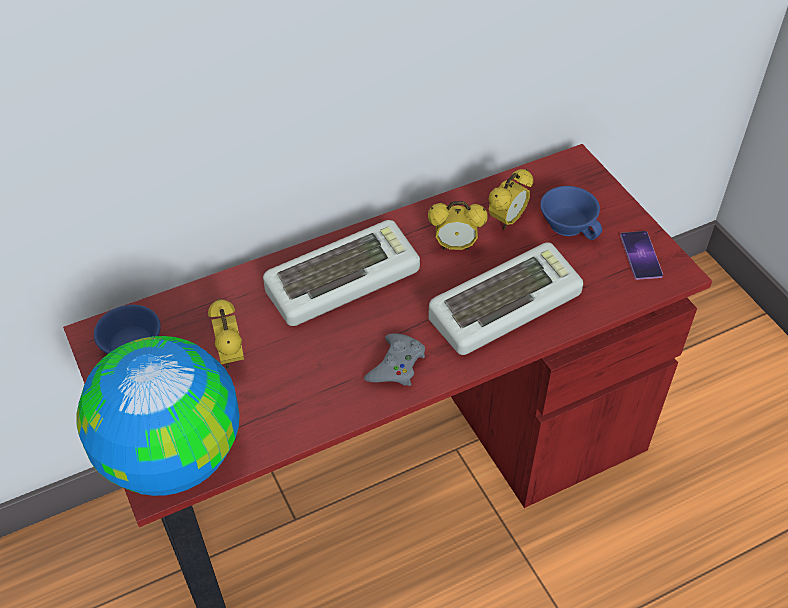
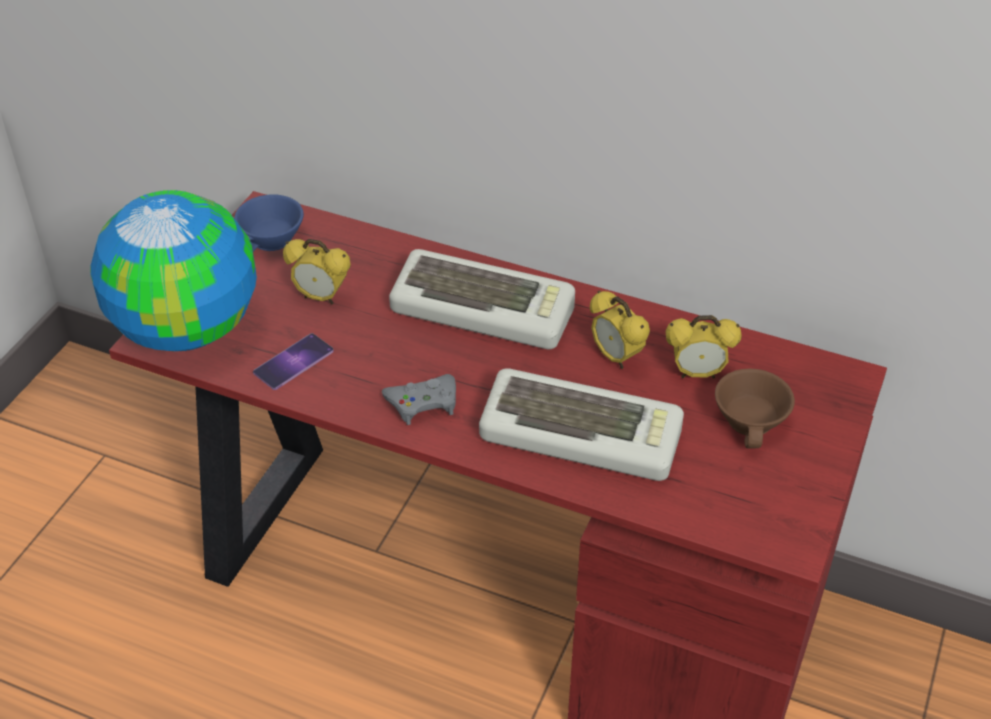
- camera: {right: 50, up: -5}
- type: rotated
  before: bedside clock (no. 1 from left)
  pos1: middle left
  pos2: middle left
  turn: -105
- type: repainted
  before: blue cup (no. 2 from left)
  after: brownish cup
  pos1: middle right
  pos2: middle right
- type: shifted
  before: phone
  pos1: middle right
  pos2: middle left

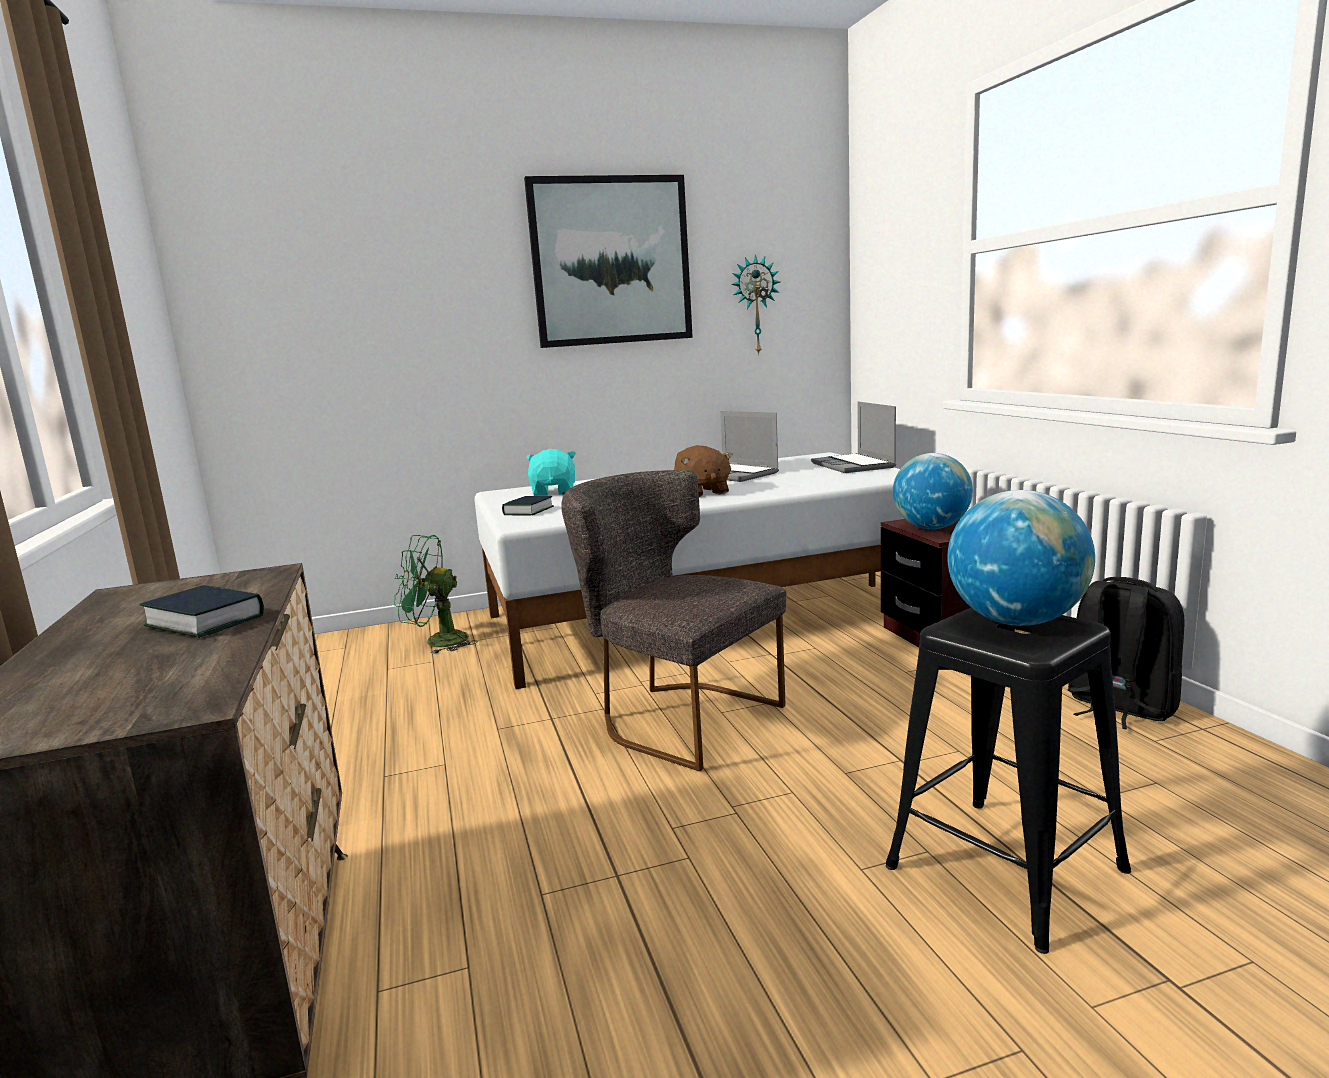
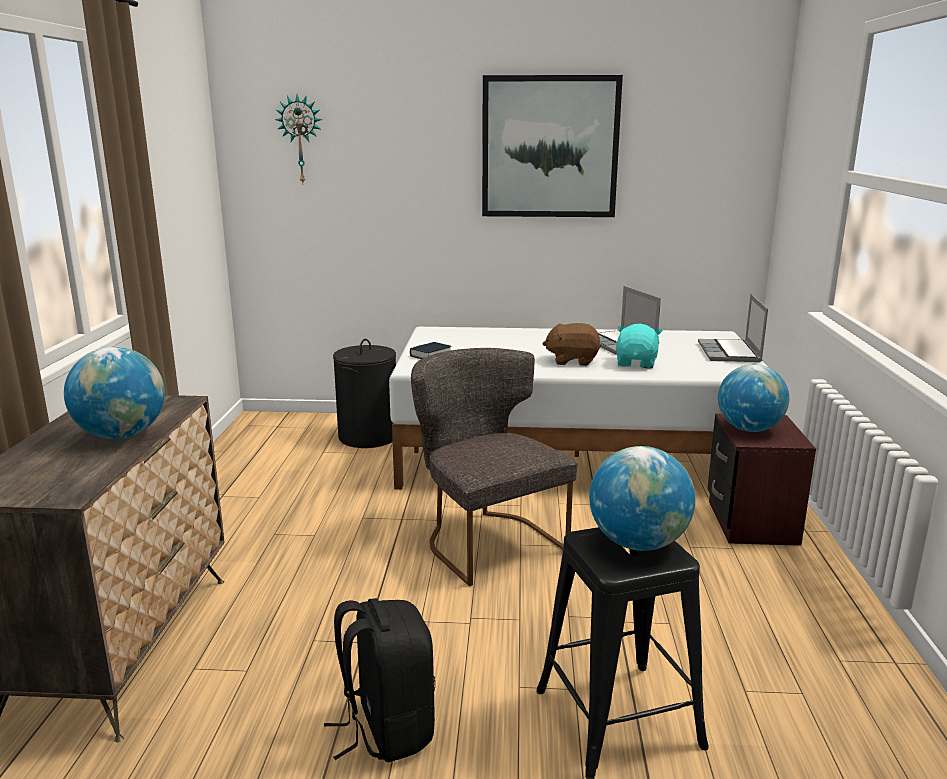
- camera: {right: 20, up: 5}
- type: swapped
  before: volume (no. 1 from left)
  after: globe (no. 1 from left)
  pos1: middle left
  pos2: middle left
- type: swapped
  before: green electric fan
  after: blackish hamper
  pos1: middle left
  pos2: centre
- type: shifted
  before: blue-green soft toy
  pos1: centre
  pos2: middle right
- type: rotated
  before: brownish soft toy
  pos1: centre
  pos2: centre
  turn: 90
- type: shifted
  before: clock on the wall
  pos1: top centre
  pos2: top left
- type: shifted
  before: blackish backpack
  pos1: middle right
  pos2: bottom centre

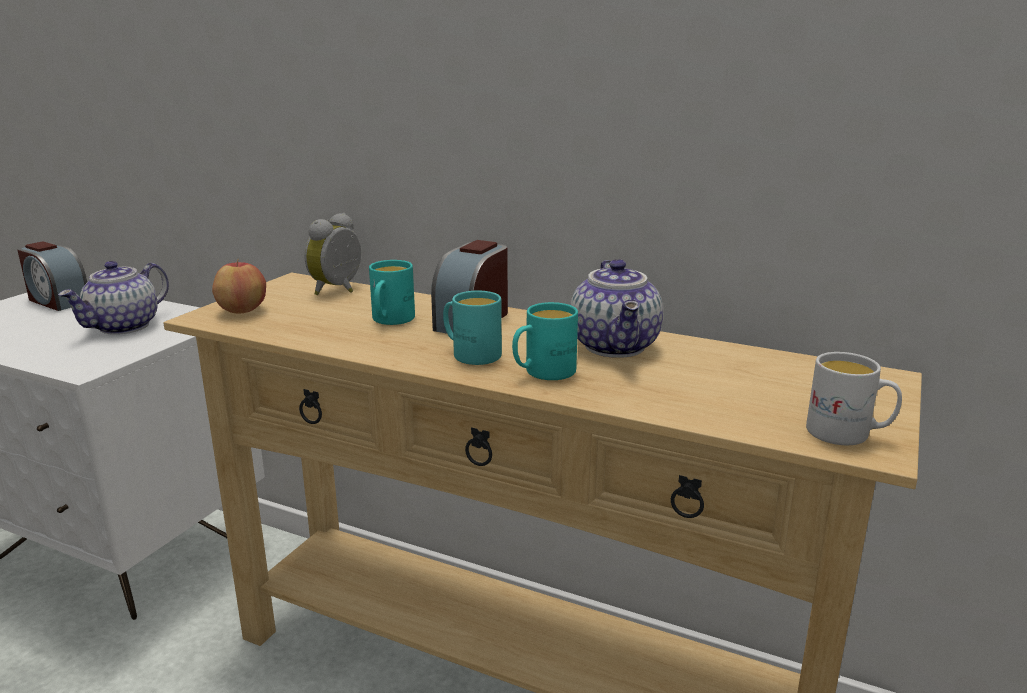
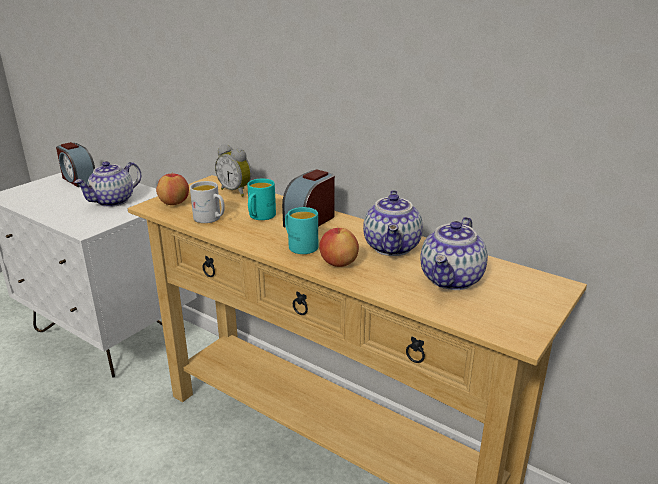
- camera: {right: 10, up: 5}
- type: rotated
  before: bedside clock (no. 2 from left)
  pos1: middle left
  pos2: centre
  turn: -90
- type: swapped
  before: blue-green mug (no. 3 from left)
  after: apple fruit (no. 2 from left)
  pos1: centre
  pos2: centre
- type: shifted
  before: whitish mug
  pos1: middle right
  pos2: middle left
- type: new
  after: pot for tea (no. 3 from left)
  pos2: middle right

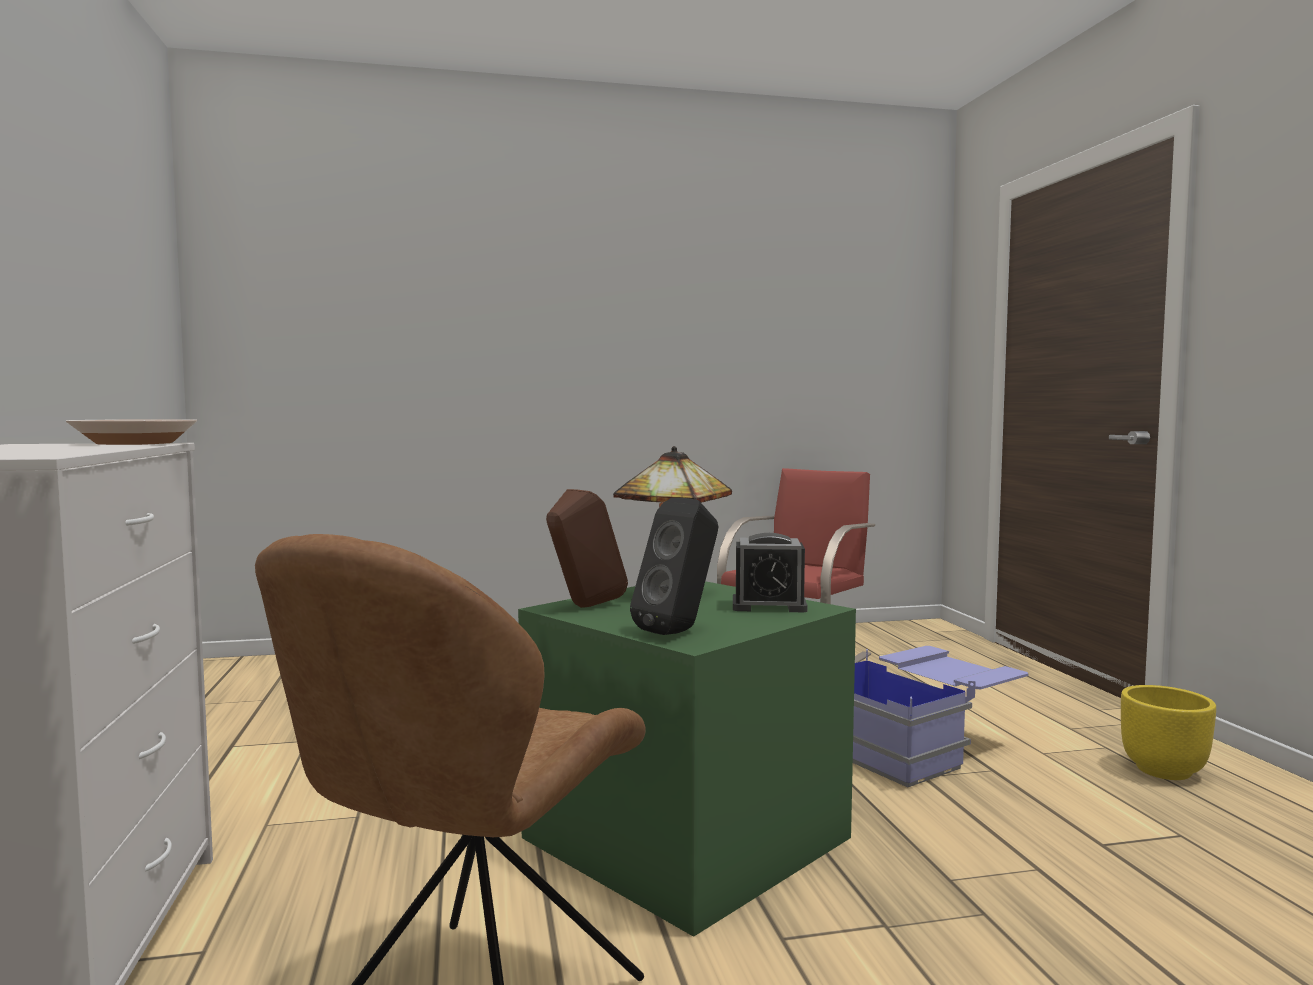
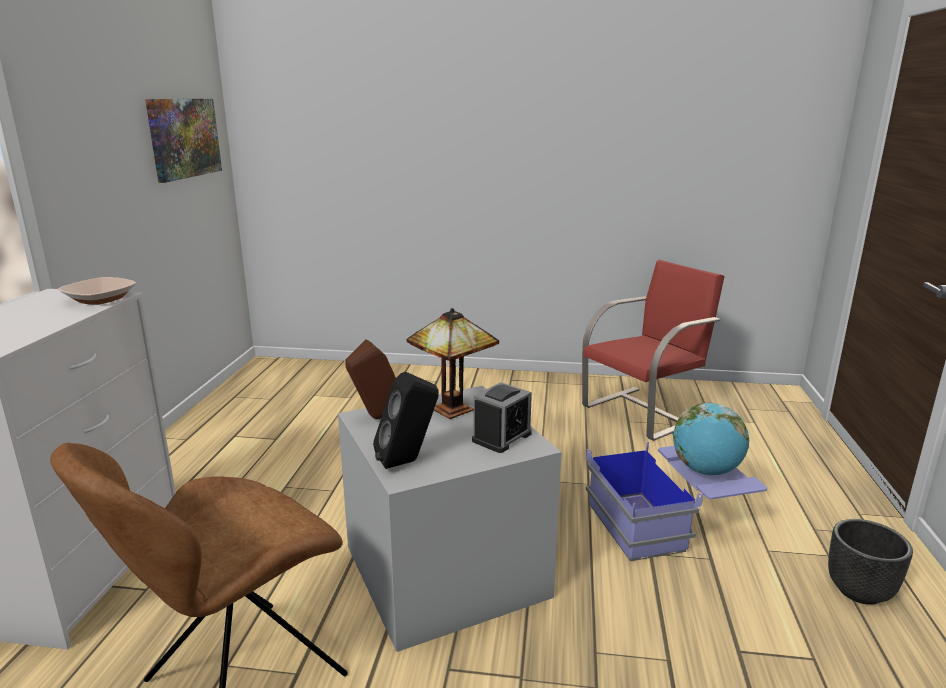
- camera: {right: 20, up: 15}
- type: repainted
  before: green storage container
  after: greyish storage container
  pos1: bottom centre
  pos2: bottom centre
- type: rotated
  before: bedside clock
  pos1: centre
  pos2: centre
  turn: -75
- type: repainted
  before: yellow-coloured planter
  after: blackish planter
  pos1: bottom right
  pos2: bottom right
- type: new
  after: wall picture
  pos2: top left
- type: new
  after: globe
  pos2: middle right

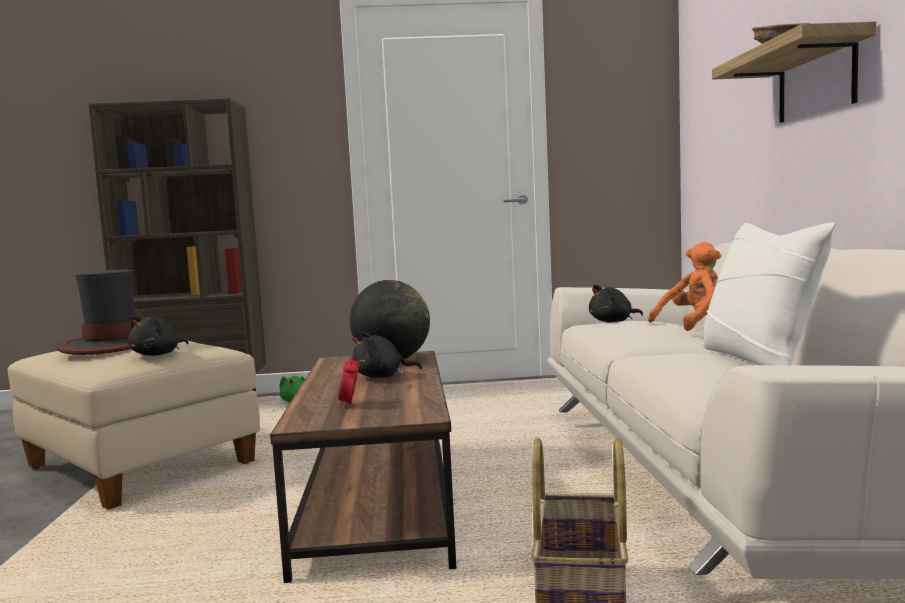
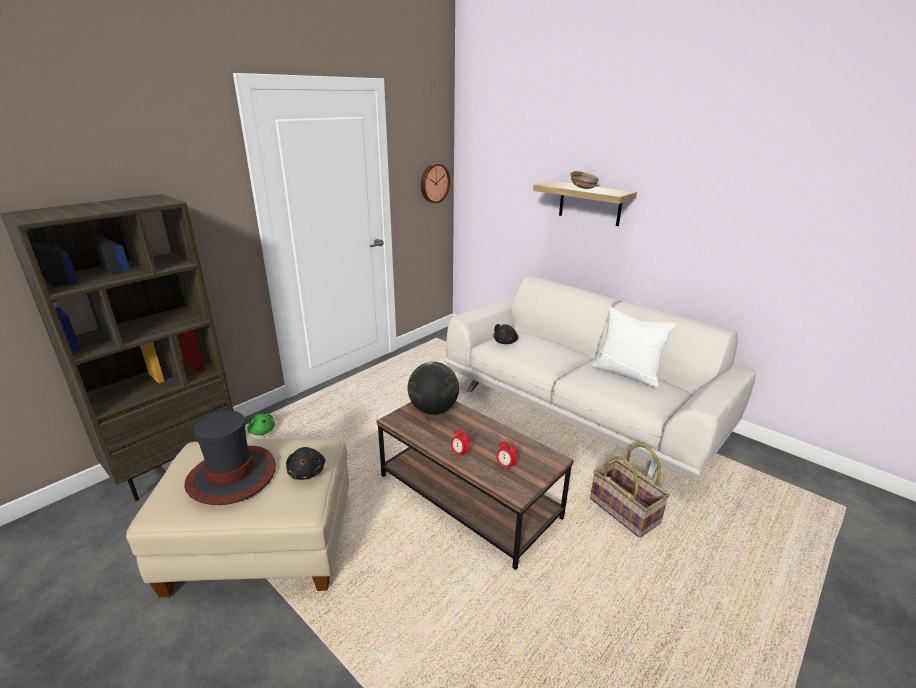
- camera: {right: -45, up: 20}
- type: gone
  before: blackish soft toy (no. 2 from left)
  pos1: centre
- type: gone
  before: orange-coloured soft toy
  pos1: middle right
- type: new
  after: clock on the wall
  pos2: top centre
- type: new
  after: bedside clock (no. 1 from left)
  pos2: centre

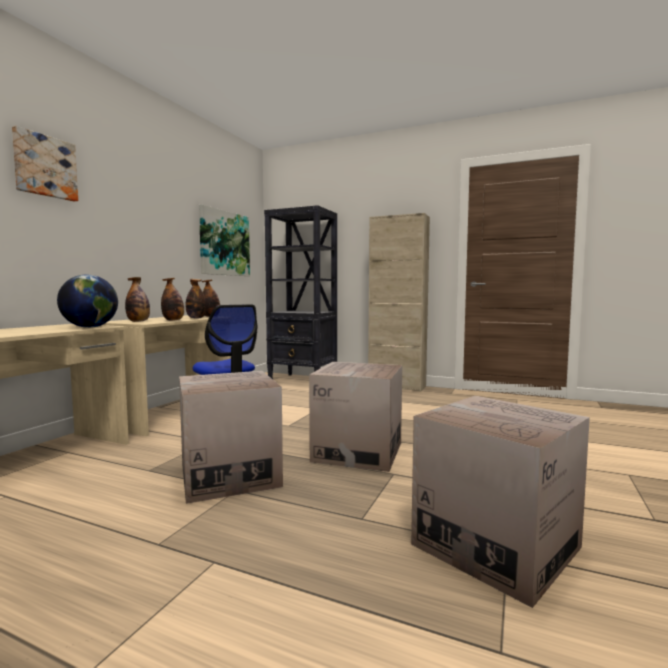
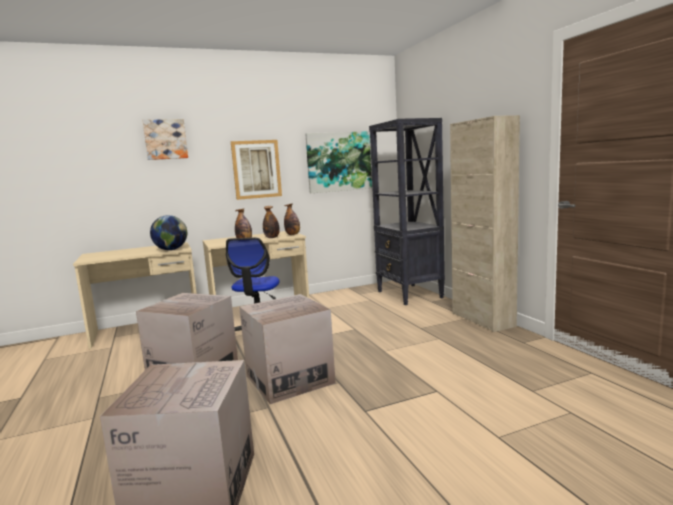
- camera: {right: 45, up: 5}
- type: gone
  before: drink bottle (no. 1 from left)
  pos1: middle left
- type: new
  after: wall picture (no. 2 from left)
  pos2: centre

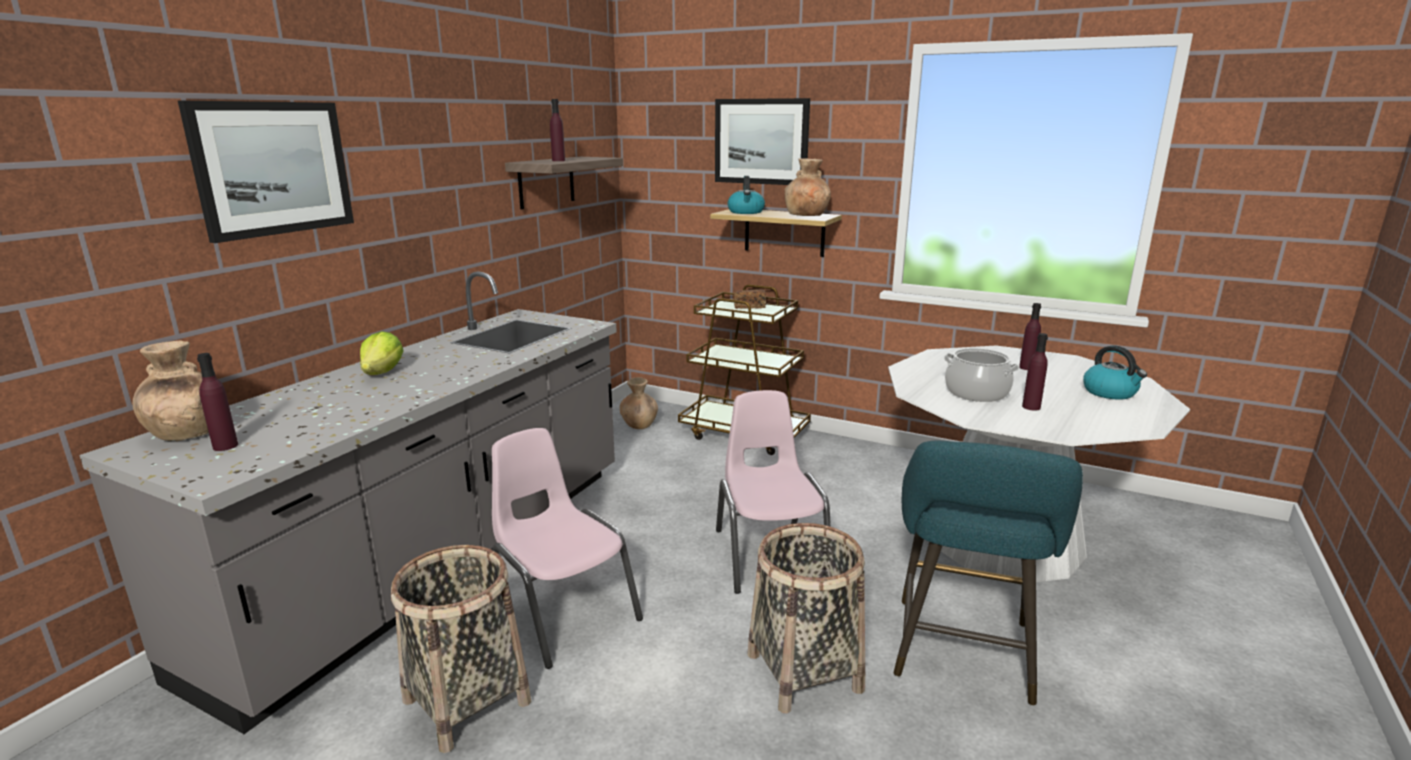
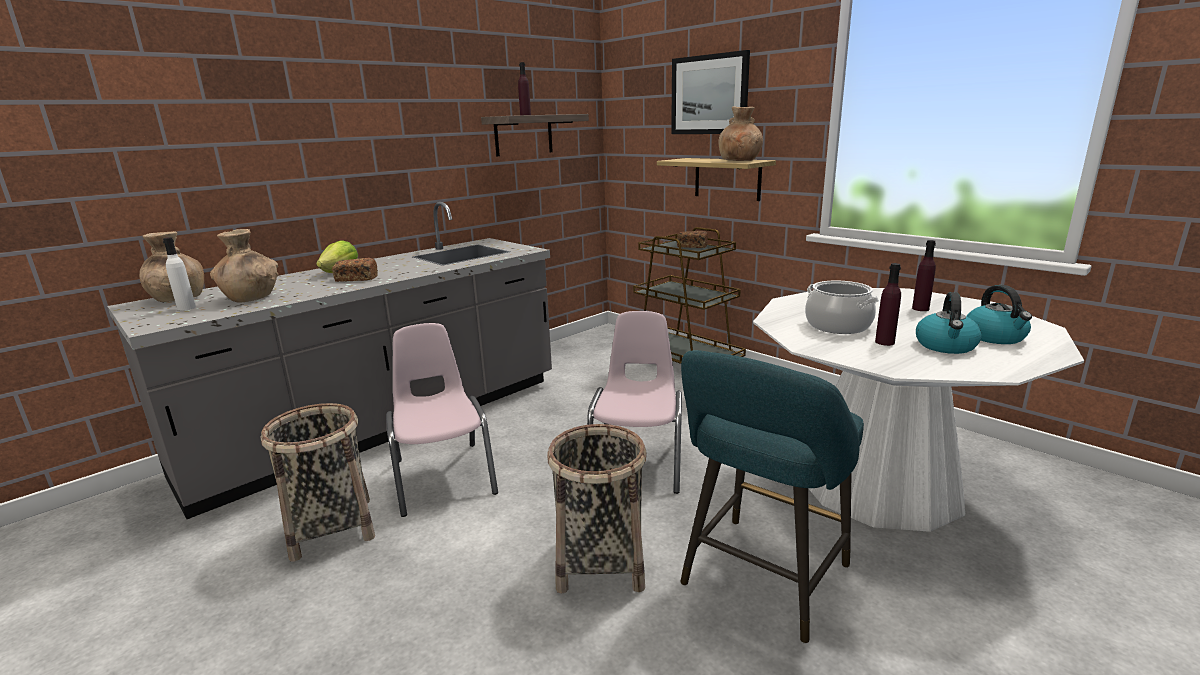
- camera: {right: 20, up: 0}
- type: gone
  before: wall picture (no. 1 from left)
  pos1: top left
- type: repainted
  before: purple drink bottle (no. 1 from left)
  after: whitish drink bottle
  pos1: middle left
  pos2: middle left
- type: shifted
  before: brownish vase (no. 2 from left)
  pos1: centre
  pos2: middle left
- type: shifted
  before: kettle (no. 1 from left)
  pos1: top centre
  pos2: middle right
- type: new
  after: baked bread (no. 1 from left)
  pos2: middle left

